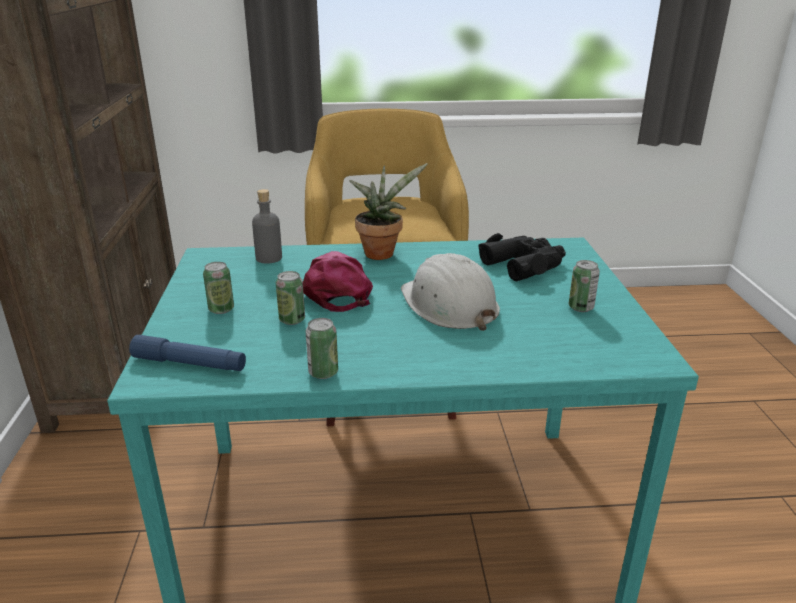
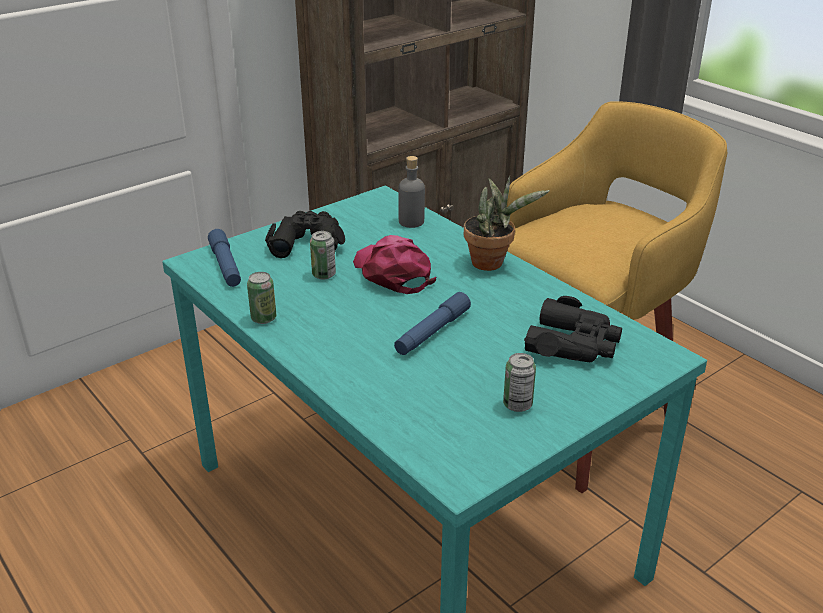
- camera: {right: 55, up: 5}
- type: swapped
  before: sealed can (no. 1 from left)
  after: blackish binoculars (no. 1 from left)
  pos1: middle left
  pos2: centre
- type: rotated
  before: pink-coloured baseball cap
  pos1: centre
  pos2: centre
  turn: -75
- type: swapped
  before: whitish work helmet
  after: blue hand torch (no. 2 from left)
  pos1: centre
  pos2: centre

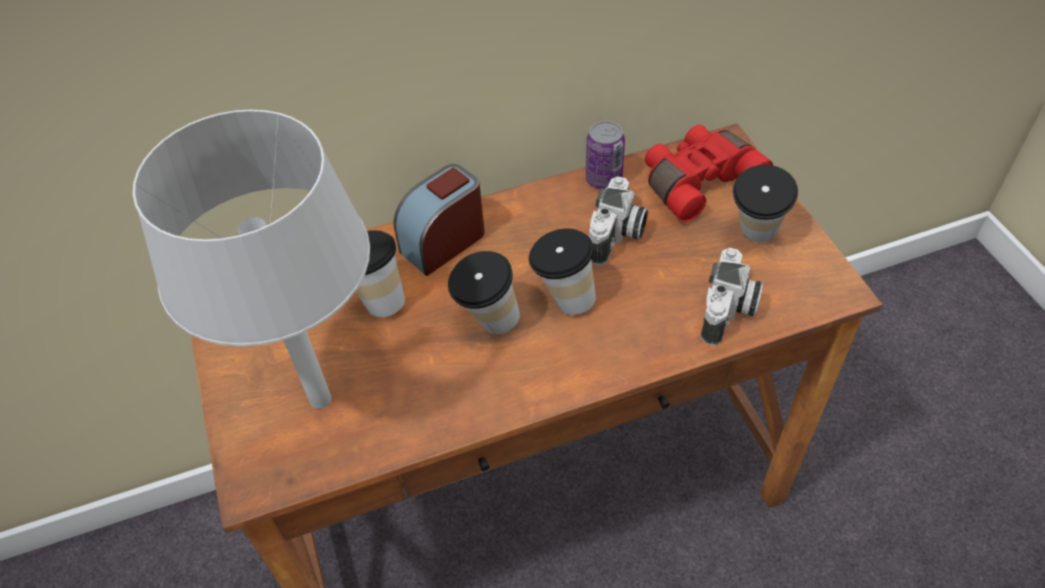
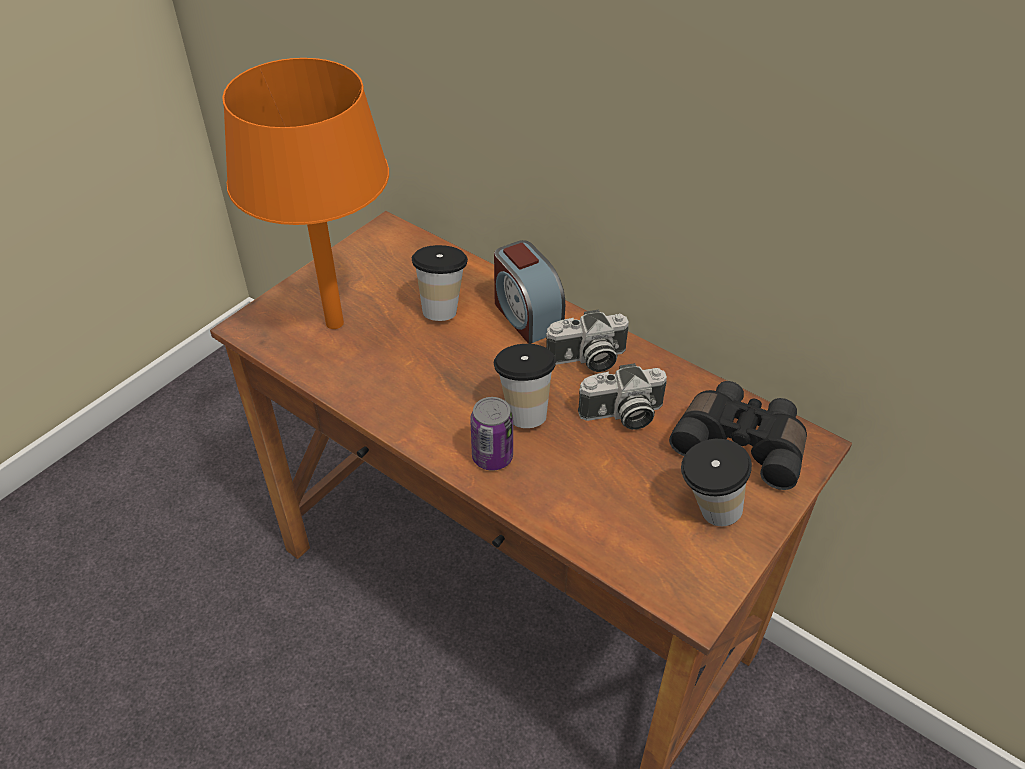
- camera: {right: 55, up: -5}
- type: repainted
  before: greyish lamp for a table
  after: orange-coloured lamp for a table
  pos1: middle left
  pos2: top left
- type: rotated
  before: bedside clock
  pos1: centre
  pos2: centre
  turn: -135
- type: gone
  before: cup (no. 2 from left)
  pos1: centre
- type: shifted
  before: sealed can
  pos1: top centre
  pos2: centre
- type: repainted
  before: red-coloured binoculars
  after: blackish binoculars
  pos1: top right
  pos2: middle right
- type: shifted
  before: still camera (no. 2 from left in the first image)
  after: still camera (no. 1 from left)
  pos1: middle right
  pos2: centre

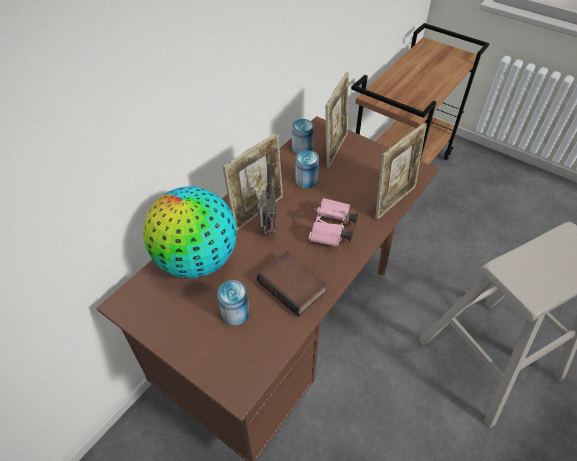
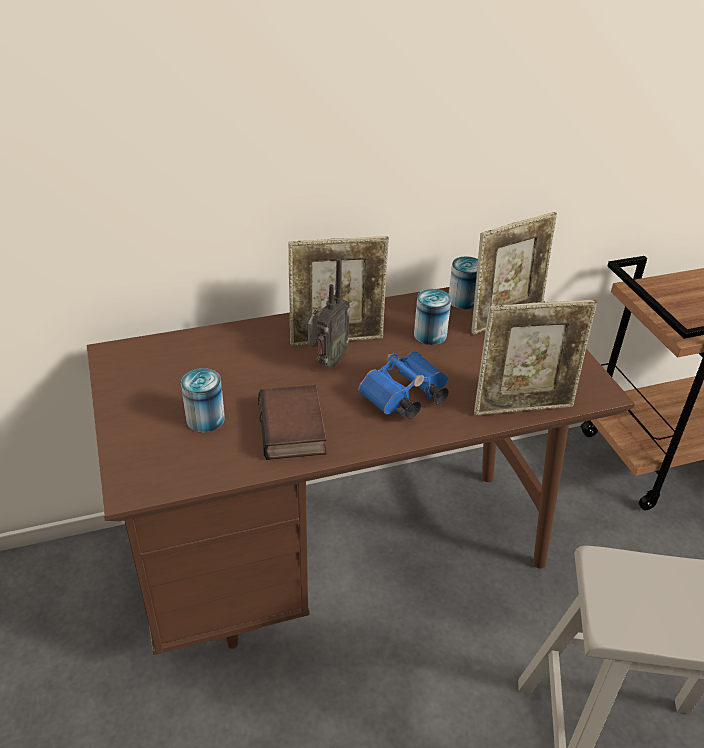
- camera: {right: 35, up: -10}
- type: gone
  before: globe
  pos1: middle left
- type: repainted
  before: pink-coloured binoculars
  after: blue binoculars
  pos1: centre
  pos2: centre

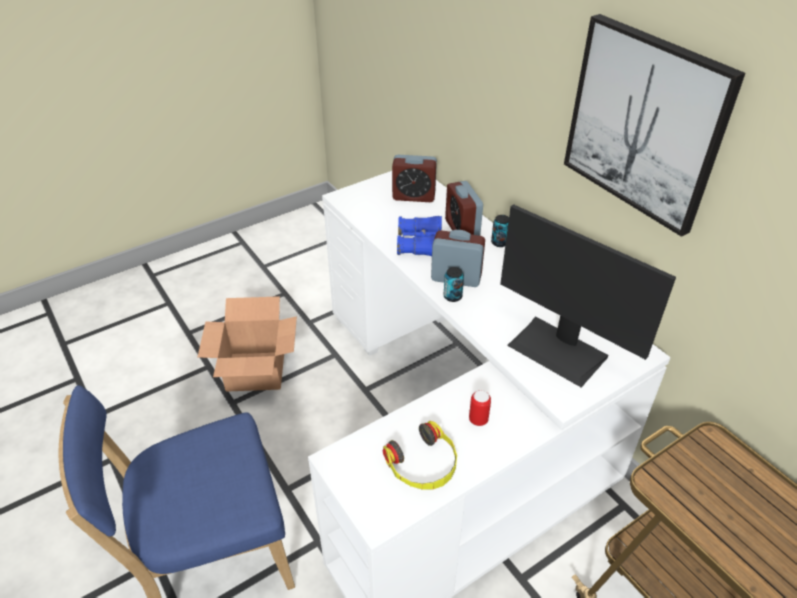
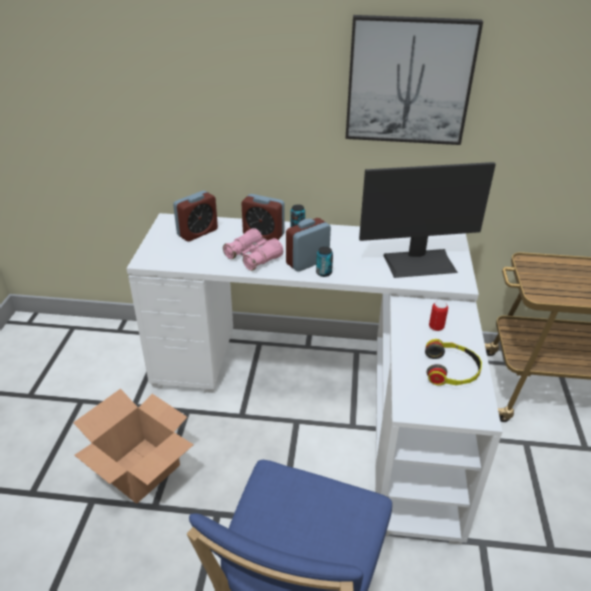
- camera: {right: -50, up: -5}
- type: repainted
  before: blue binoculars
  after: pink-coloured binoculars
  pos1: centre
  pos2: centre

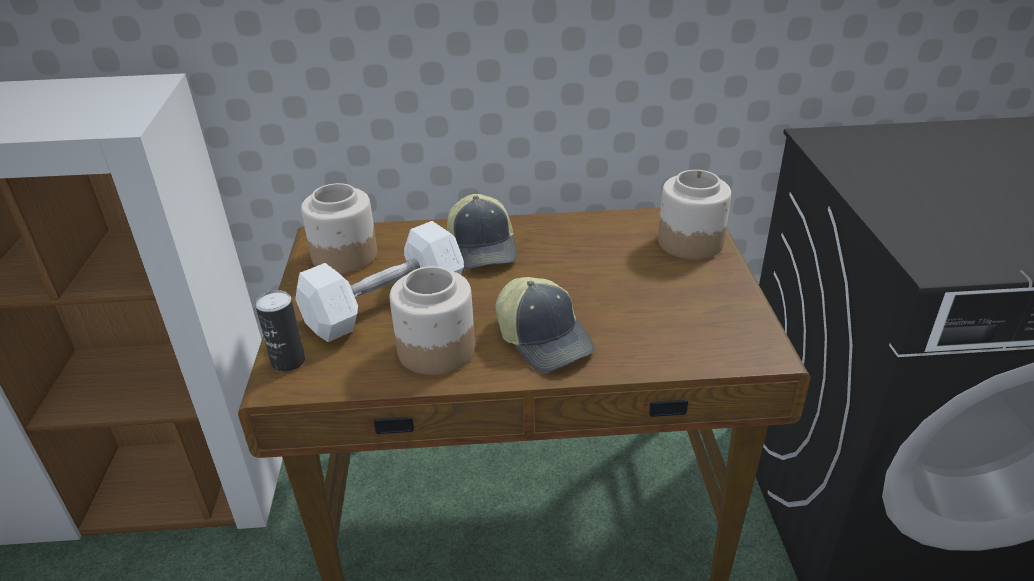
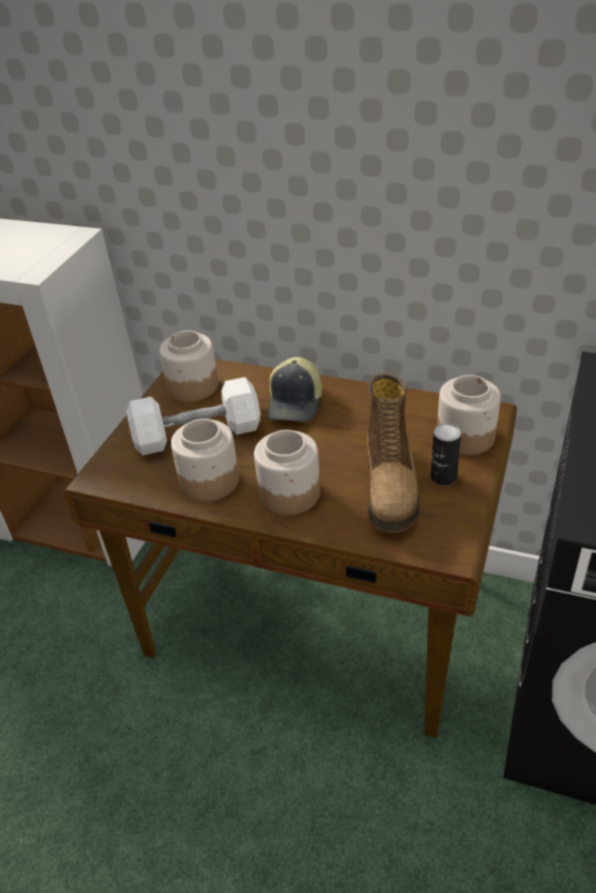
- camera: {right: 25, up: 5}
- type: shifted
  before: sealed can
  pos1: middle left
  pos2: middle right
- type: swapped
  before: baseball cap (no. 2 from left)
  after: preserve jar (no. 3 from left)
  pos1: centre
  pos2: centre
- type: new
  after: tall boot
  pos2: centre

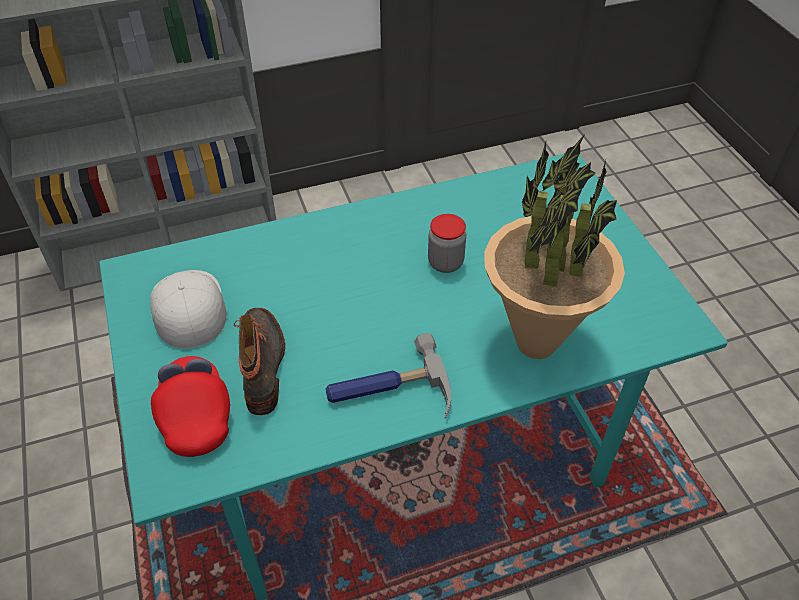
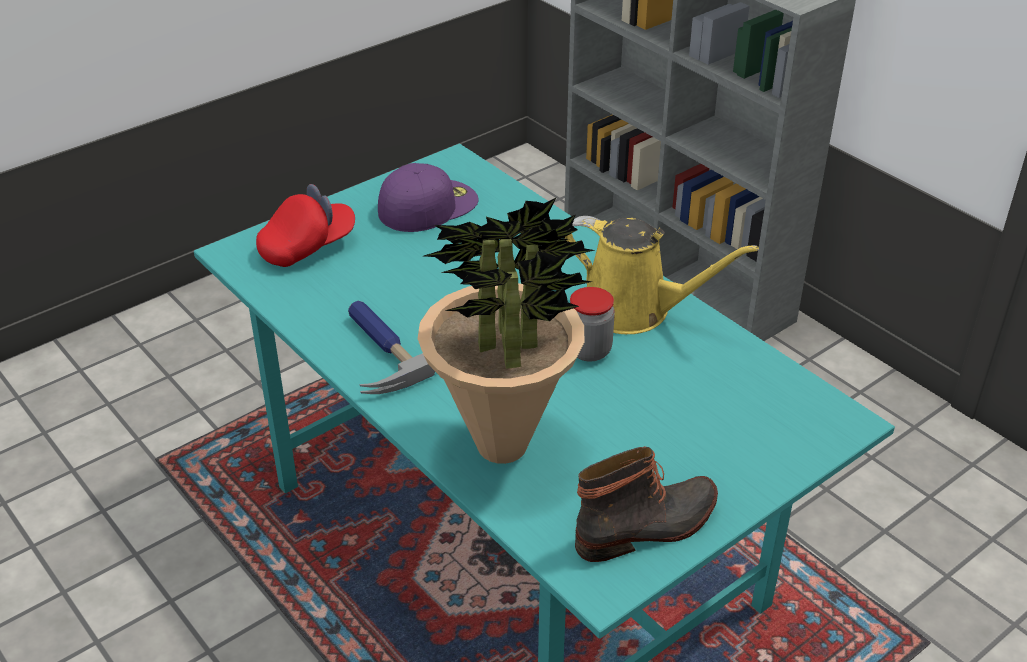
- camera: {right: 70, up: -10}
- type: repainted
  before: whitish baseball cap
  after: purple baseball cap
  pos1: middle left
  pos2: top centre
- type: shifted
  before: tall boot
  pos1: middle left
  pos2: bottom centre
- type: new
  after: yellow-coloured watering pot
  pos2: centre

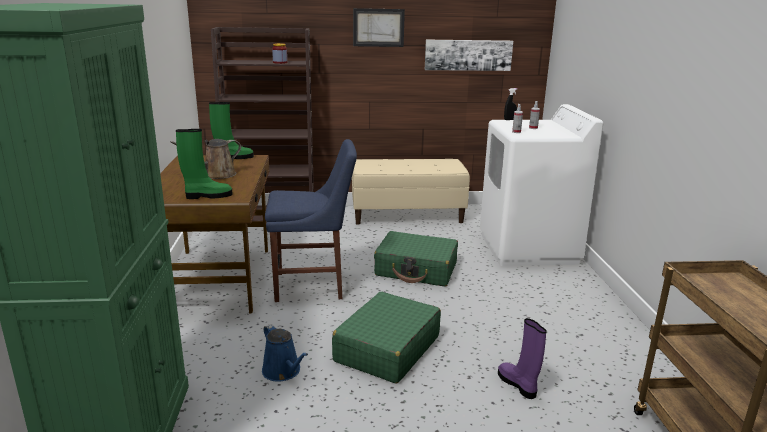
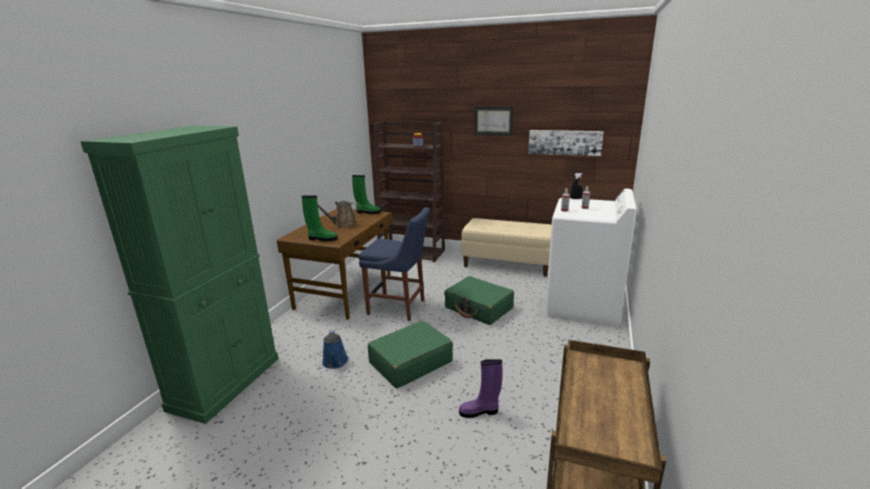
- camera: {right: 25, up: 0}
- type: rotated
  before: purple tall boot
  pos1: bottom right
  pos2: bottom centre
  turn: -90

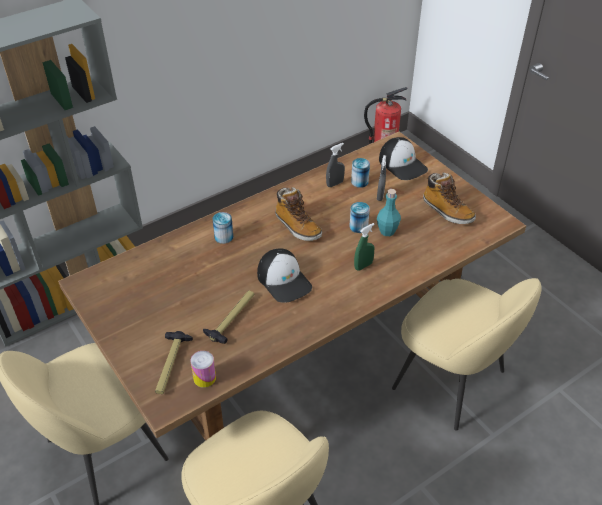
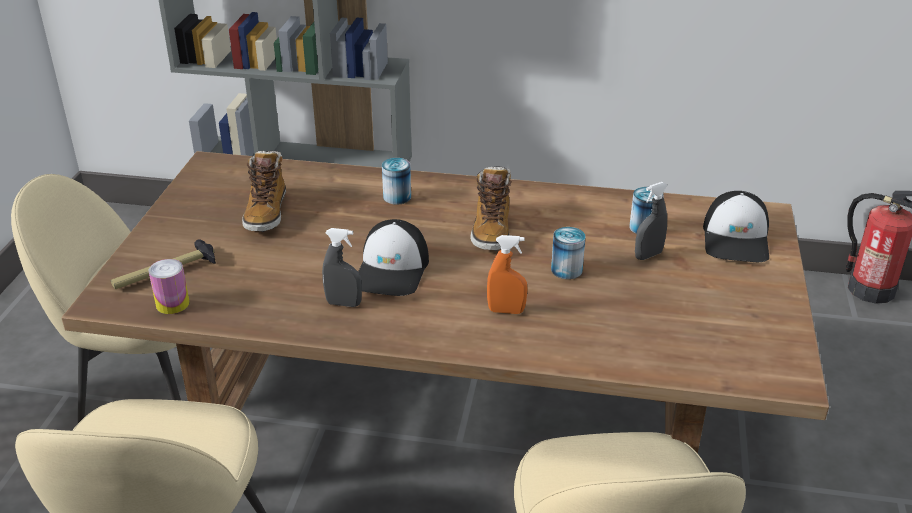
- camera: {right: 45, up: -10}
- type: gone
  before: hand hammer (no. 2 from left)
  pos1: centre
- type: shifted
  before: greyish spray bottle (no. 1 from left)
  pos1: top centre
  pos2: centre
- type: repainted
  before: green spray bottle
  after: orange-coloured spray bottle
  pos1: centre
  pos2: centre
- type: gone
  before: blue-green drink bottle
  pos1: centre
- type: shifted
  before: tall boot (no. 2 from left in the first image)
  after: tall boot (no. 1 from left)
  pos1: middle right
  pos2: middle left

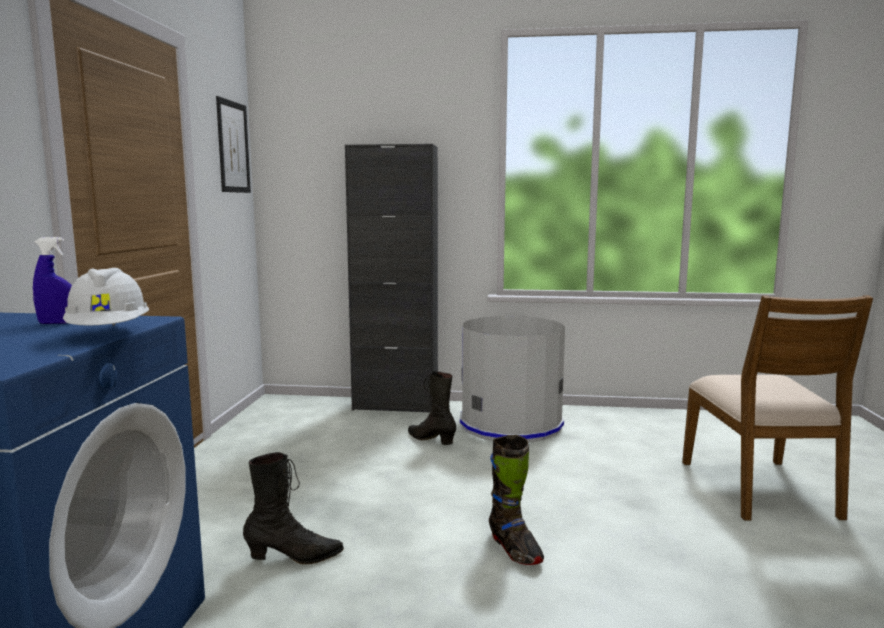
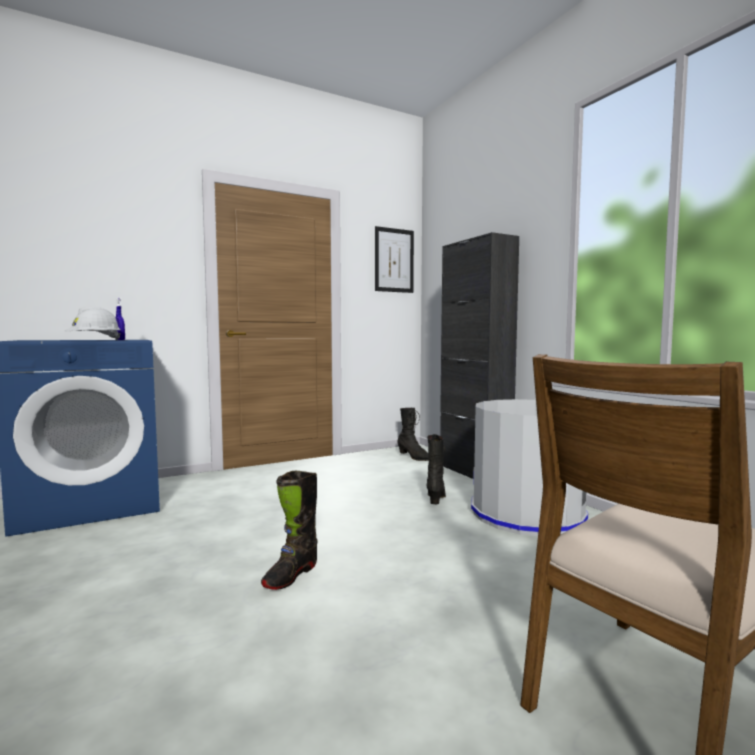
- camera: {right: 55, up: -5}
- type: shifted
  before: blackish tall boot (no. 1 from left in the first image)
  after: blackish tall boot (no. 2 from left)
  pos1: bottom left
  pos2: centre

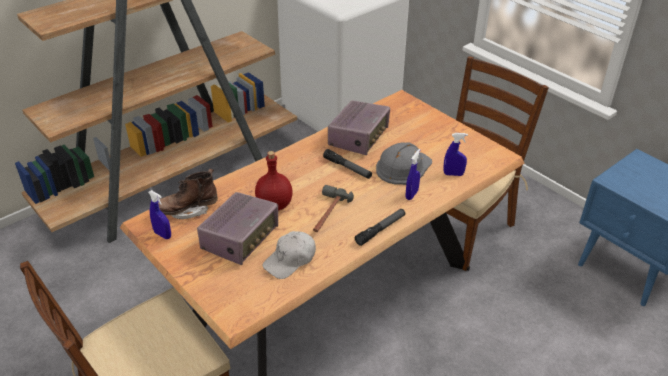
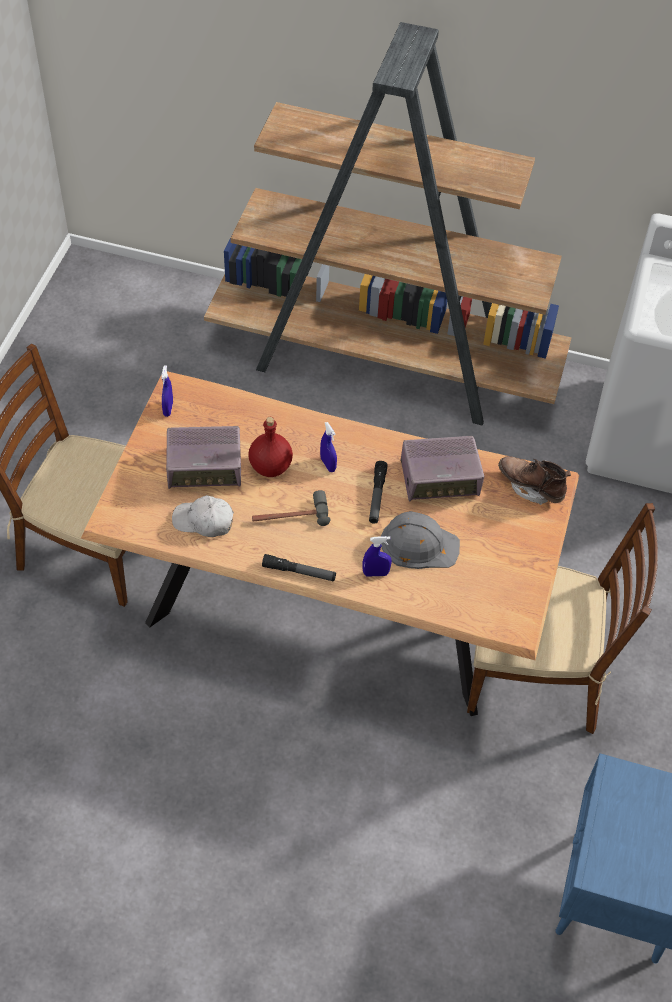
- camera: {right: 55, up: 15}
- type: shifted
  before: brownish tall boot
  pos1: middle left
  pos2: middle right
- type: shifted
  before: blue spray bottle (no. 3 from left in the first image)
  after: blue spray bottle (no. 2 from left)
  pos1: middle right
  pos2: centre

